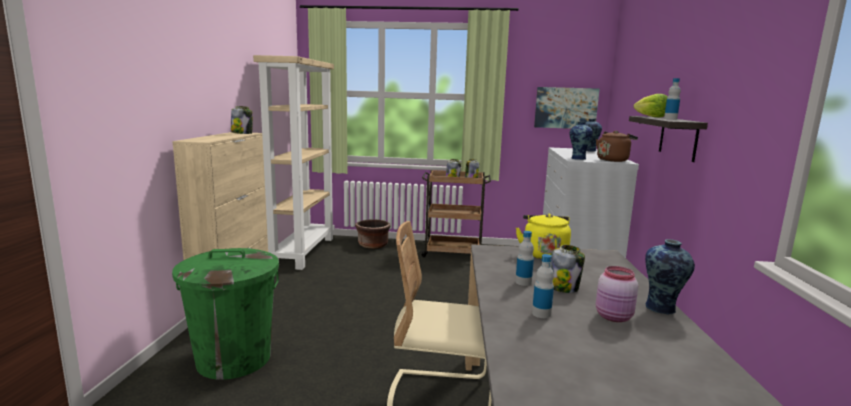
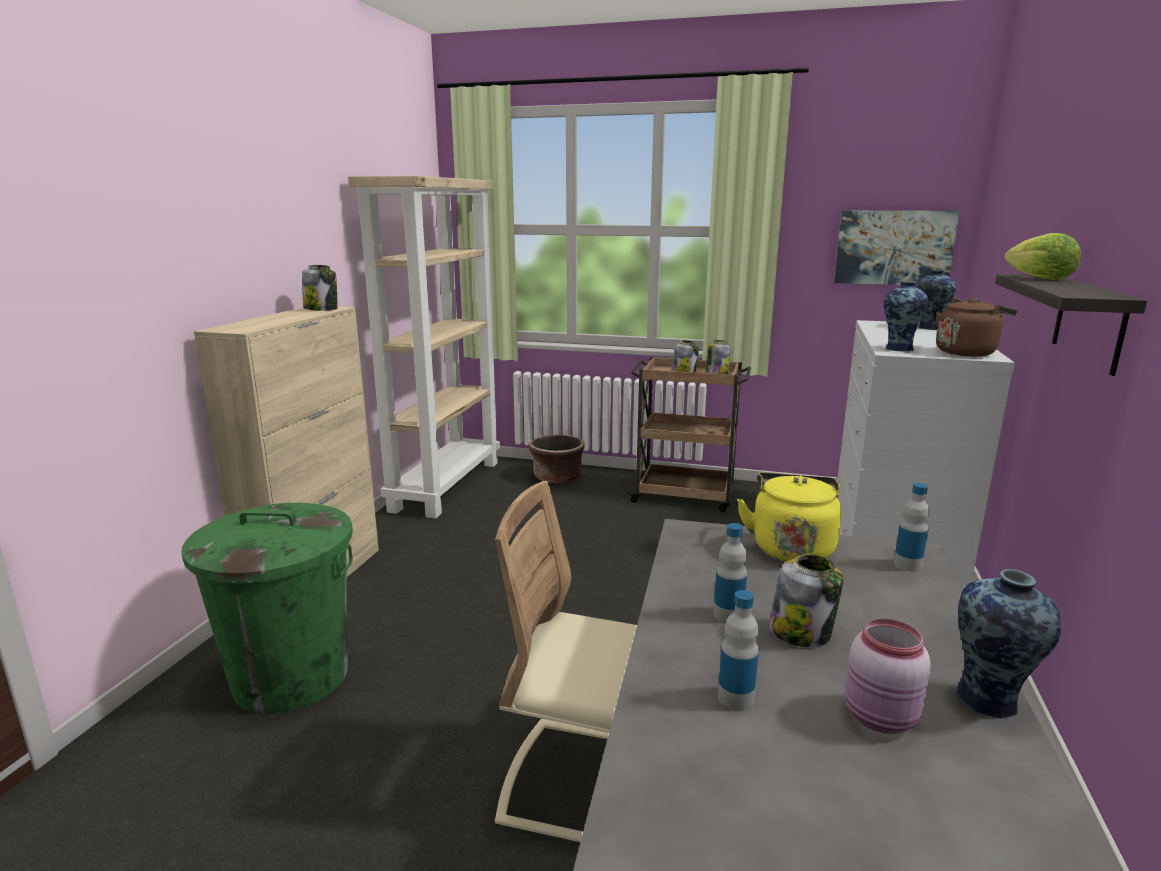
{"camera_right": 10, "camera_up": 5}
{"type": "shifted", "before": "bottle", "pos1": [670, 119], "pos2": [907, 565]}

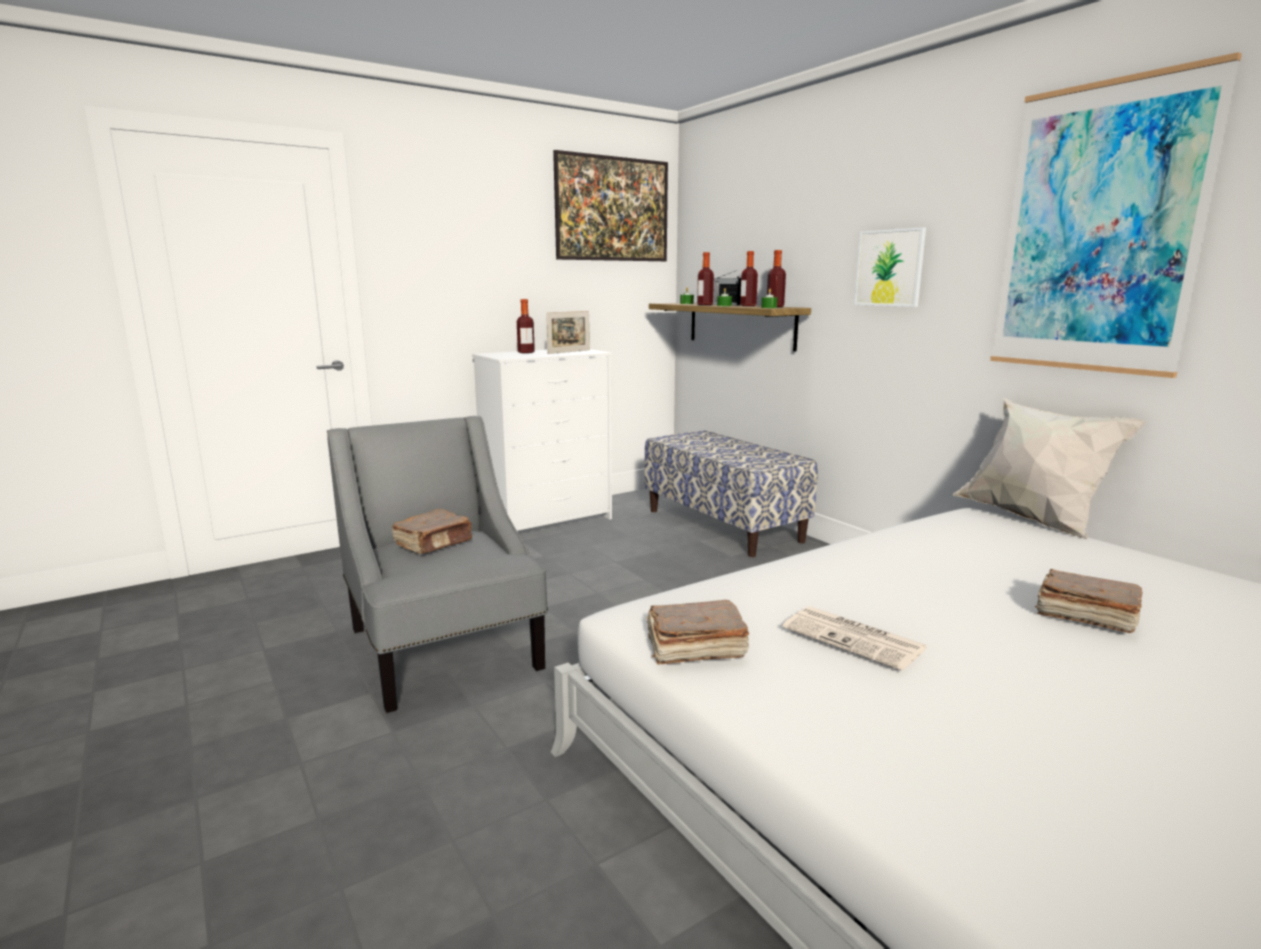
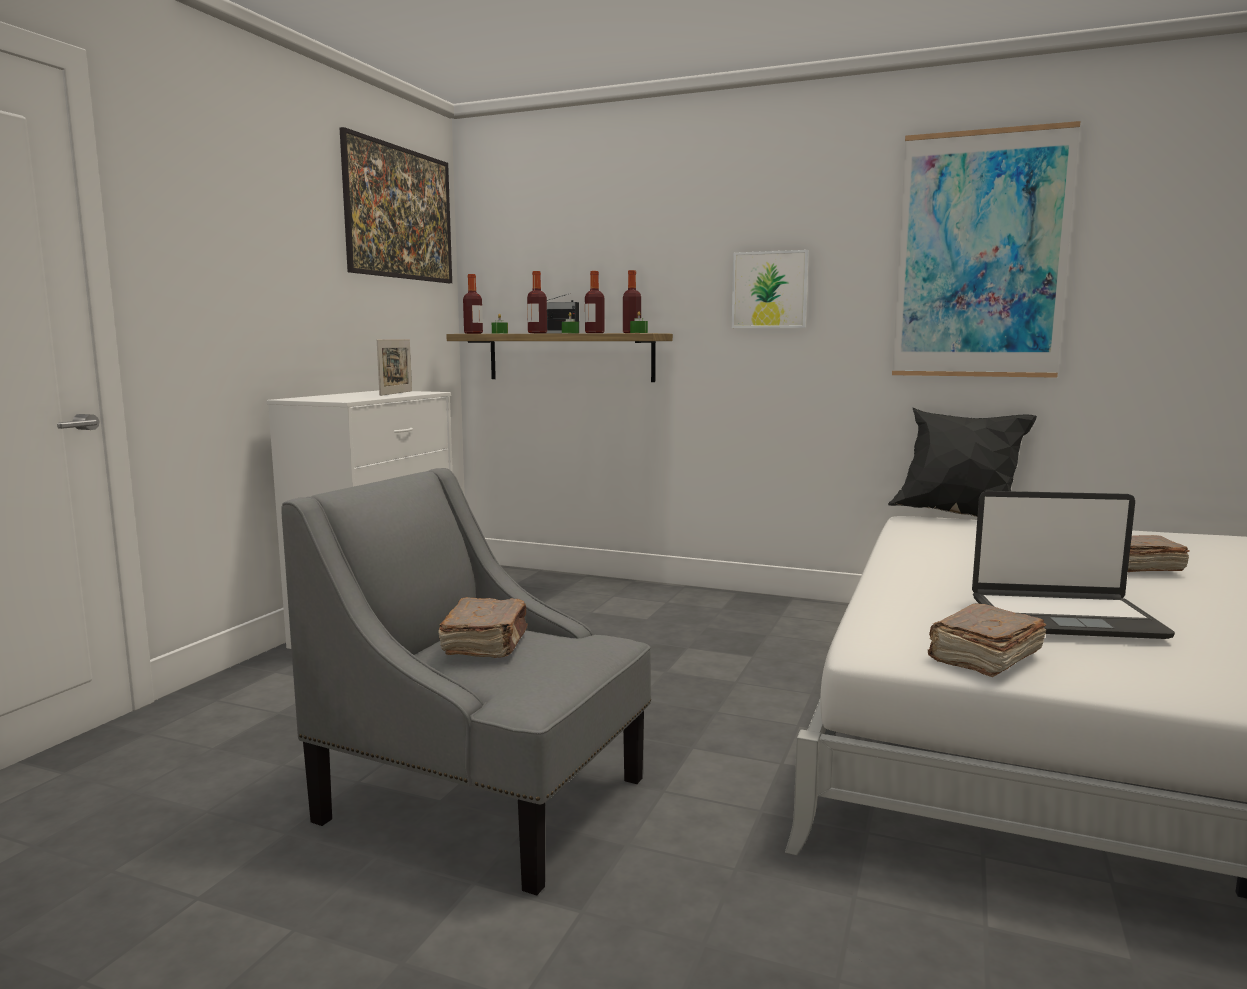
{"camera_right": -35, "camera_up": -5}
{"type": "shifted", "before": "bottle", "pos1": [526, 352], "pos2": [473, 333]}
{"type": "repainted", "before": "white pillow", "after": "black pillow", "pos1": [1031, 520], "pos2": [958, 516]}
{"type": "gone", "before": "bench", "pos1": [723, 525]}
{"type": "swapped", "before": "newspaper", "after": "laptop", "pos1": [855, 638], "pos2": [1064, 617]}

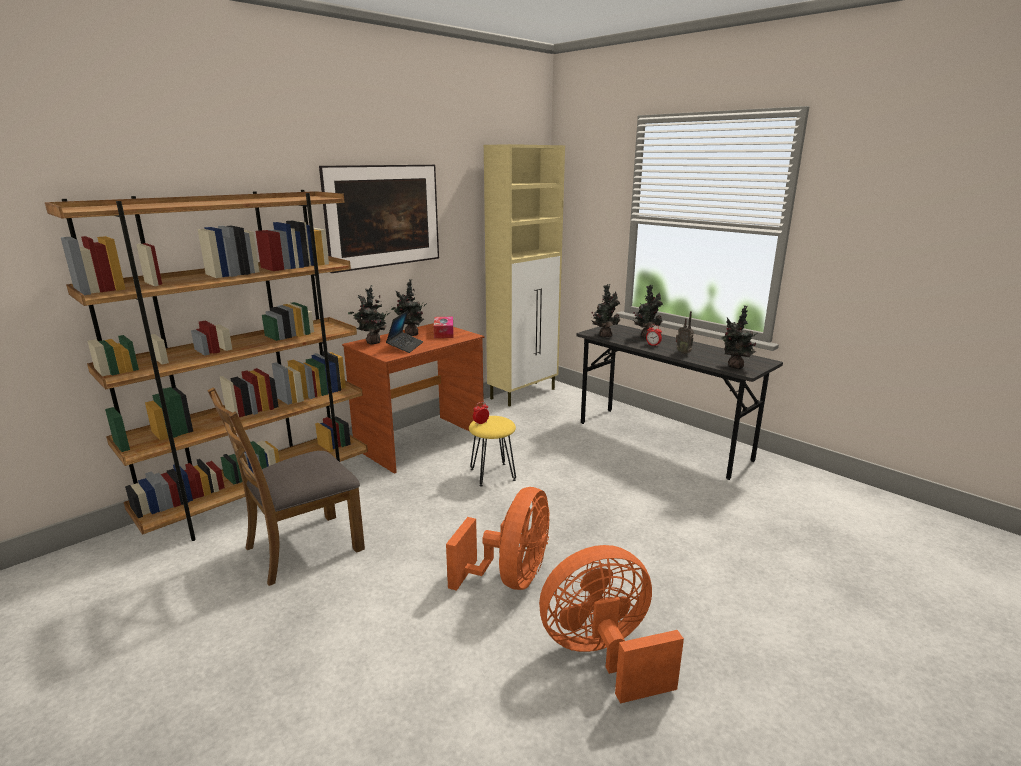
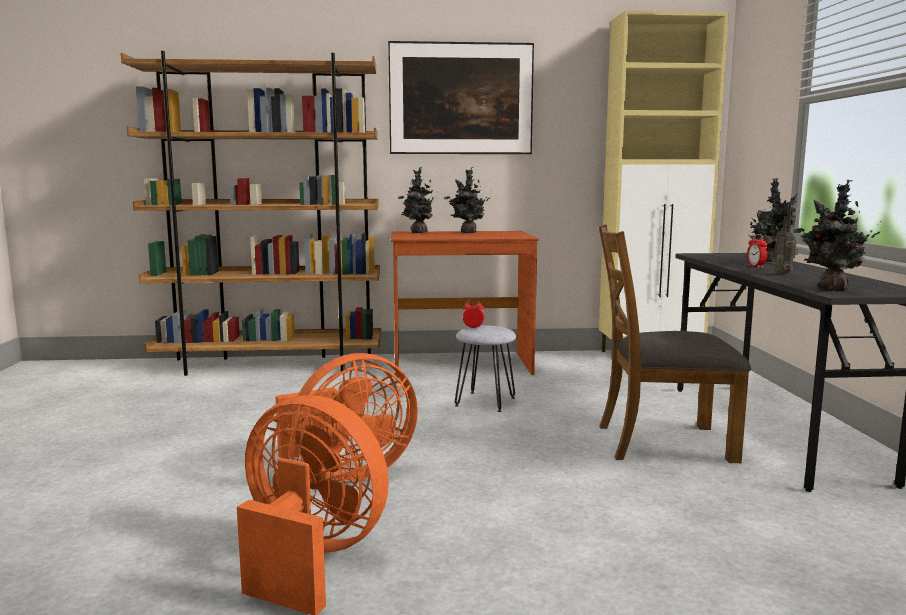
{"camera_right": 40, "camera_up": -10}
{"type": "gone", "before": "potted plant", "pos1": [604, 335]}
{"type": "gone", "before": "laptop", "pos1": [405, 346]}
{"type": "gone", "before": "tissue box", "pos1": [444, 333]}
{"type": "shifted", "before": "brown chair", "pos1": [302, 548], "pos2": [663, 442]}
{"type": "repainted", "before": "yellow stool", "after": "grey stool", "pos1": [492, 474], "pos2": [485, 402]}

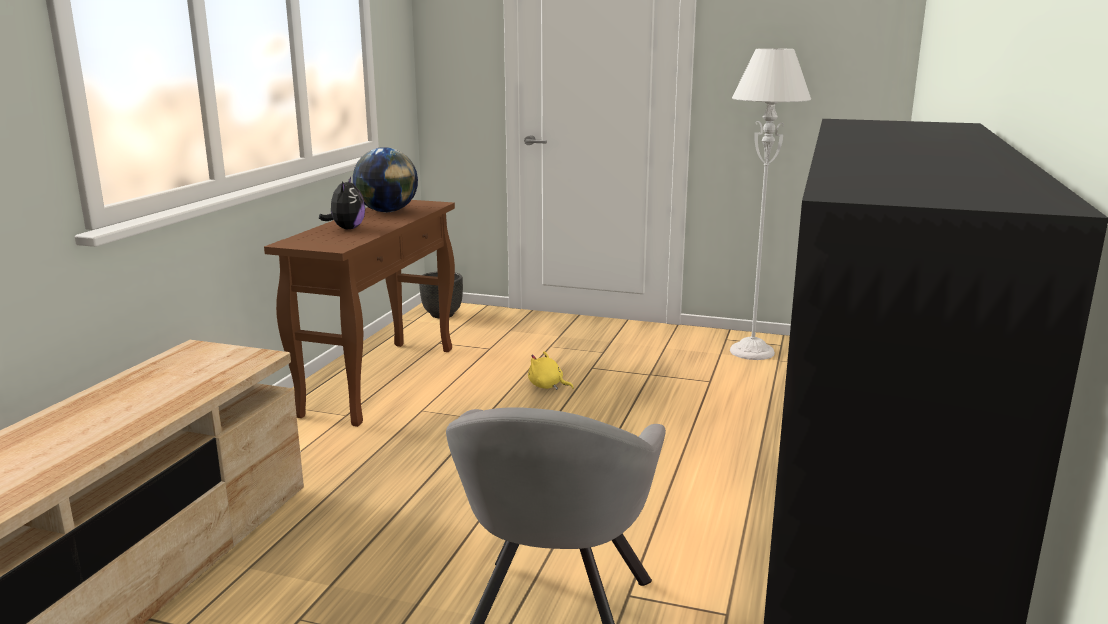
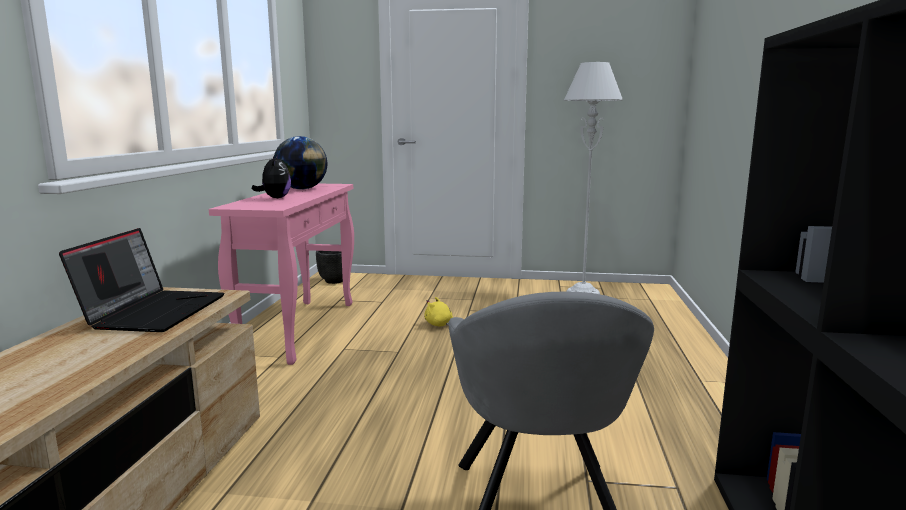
{"camera_right": -10, "camera_up": -5}
{"type": "repainted", "before": "brown console table", "after": "pink console table", "pos1": [380, 380], "pos2": [300, 328]}
{"type": "new", "after": "laptop", "pos2": [154, 311]}

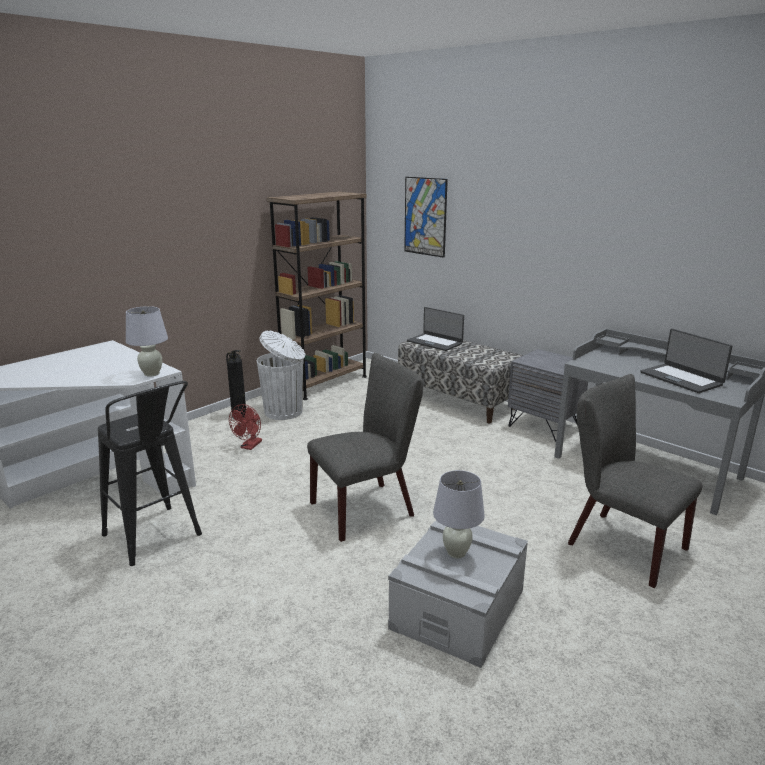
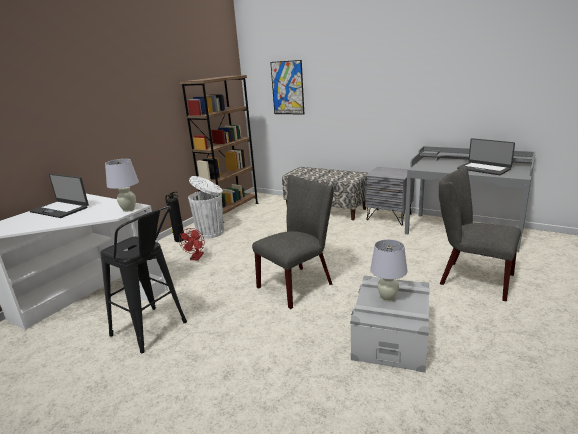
{"camera_right": -10, "camera_up": 0}
{"type": "shifted", "before": "laptop", "pos1": [435, 342], "pos2": [60, 209]}

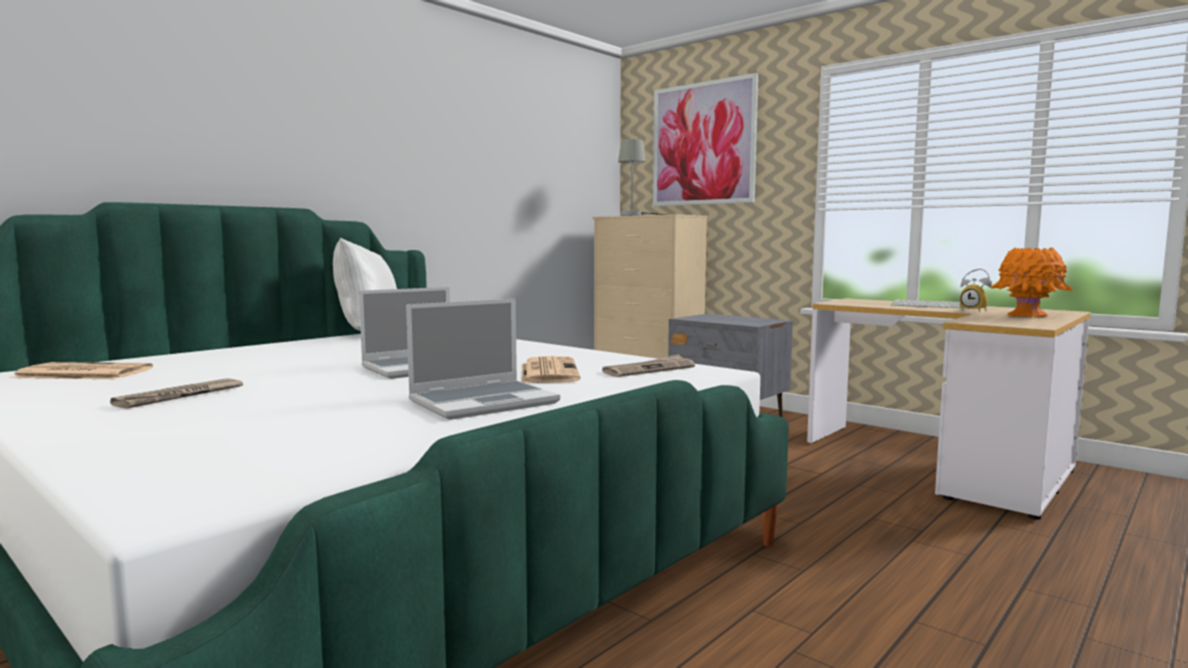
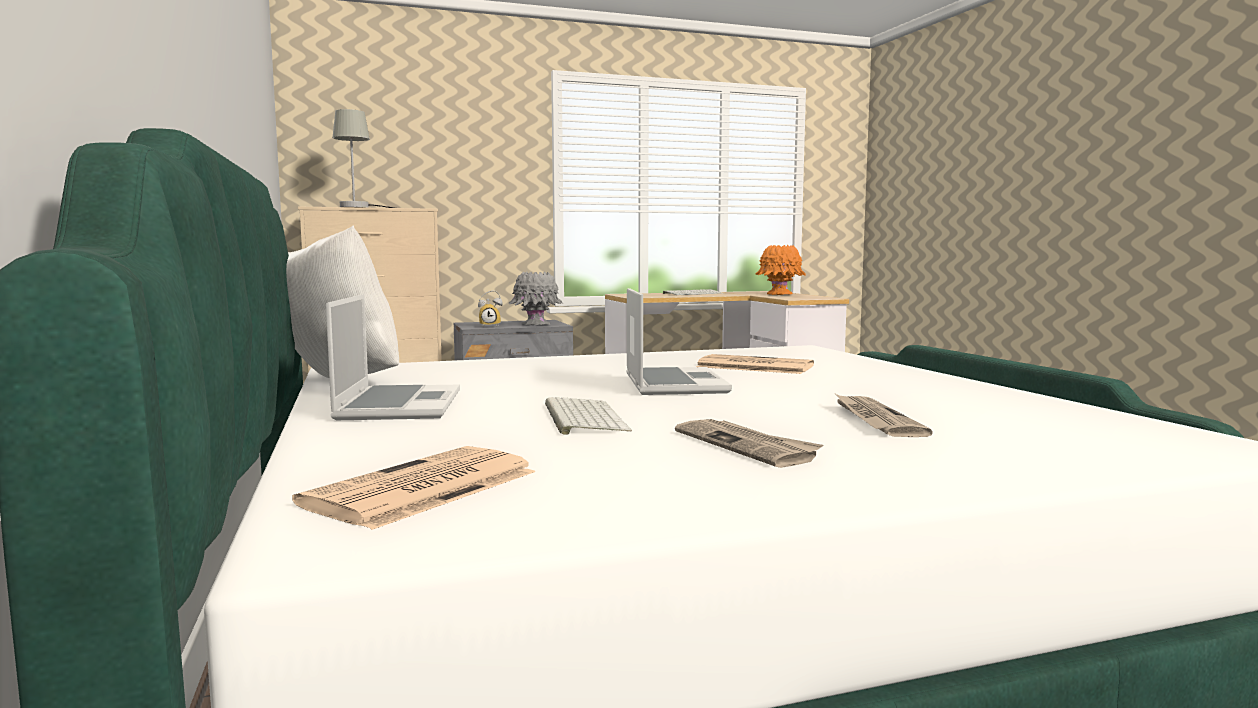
{"camera_right": -60, "camera_up": 0}
{"type": "gone", "before": "picture", "pos1": [703, 144]}
{"type": "shifted", "before": "alarm clock", "pos1": [975, 311], "pos2": [490, 326]}
{"type": "shifted", "before": "laptop", "pos1": [484, 402], "pos2": [398, 406]}
{"type": "shifted", "before": "newspaper", "pos1": [649, 369], "pos2": [875, 420]}
{"type": "new", "after": "grey vase", "pos2": [536, 324]}
{"type": "new", "after": "keyboard", "pos2": [582, 417]}

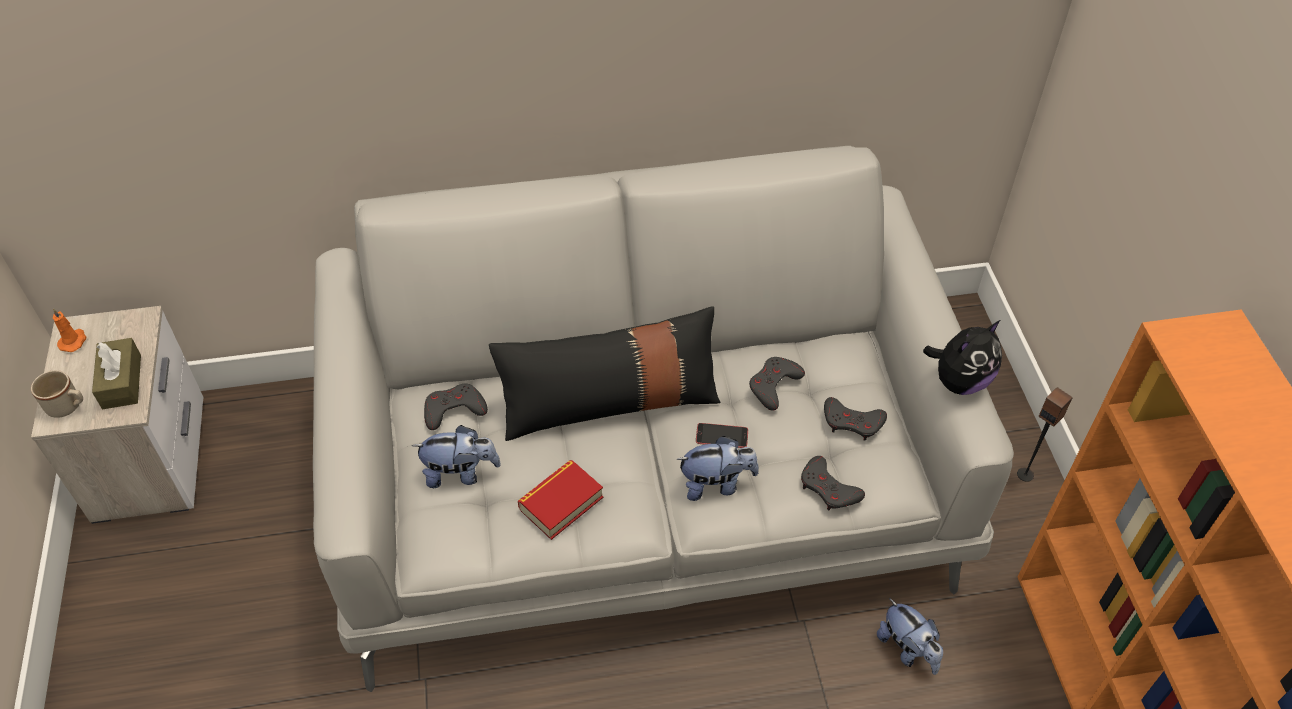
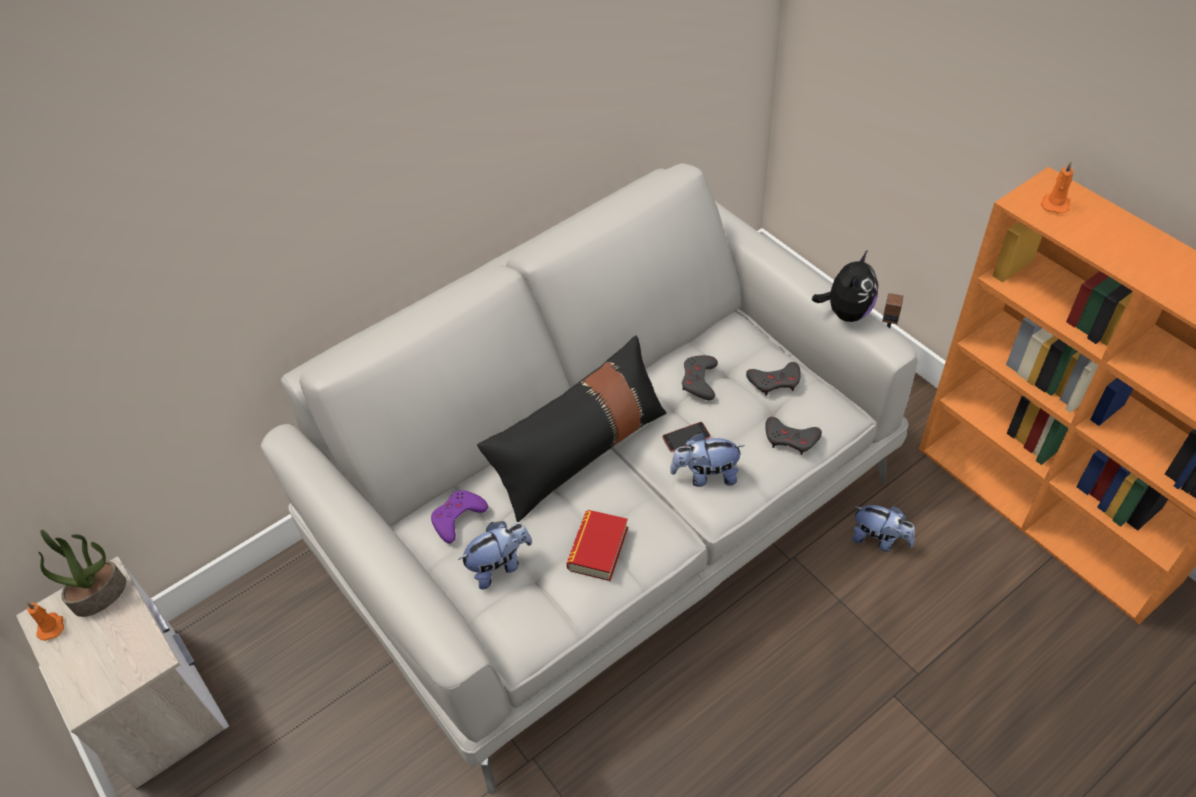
{"camera_right": -25, "camera_up": 0}
{"type": "gone", "before": "brown tissue box", "pos1": [122, 382]}
{"type": "gone", "before": "beige mug", "pos1": [68, 407]}
{"type": "repainted", "before": "grey game controller", "after": "purple game controller", "pos1": [454, 410], "pos2": [457, 518]}
{"type": "rotated", "before": "plush toy", "pos1": [716, 484], "pos2": [706, 475], "turn": -150}
{"type": "new", "after": "orange candle", "pos2": [1055, 204]}
{"type": "new", "after": "potted plant", "pos2": [100, 594]}

